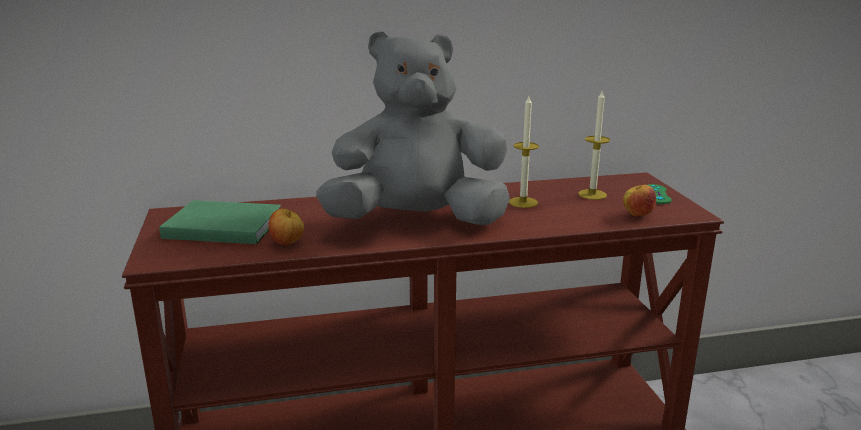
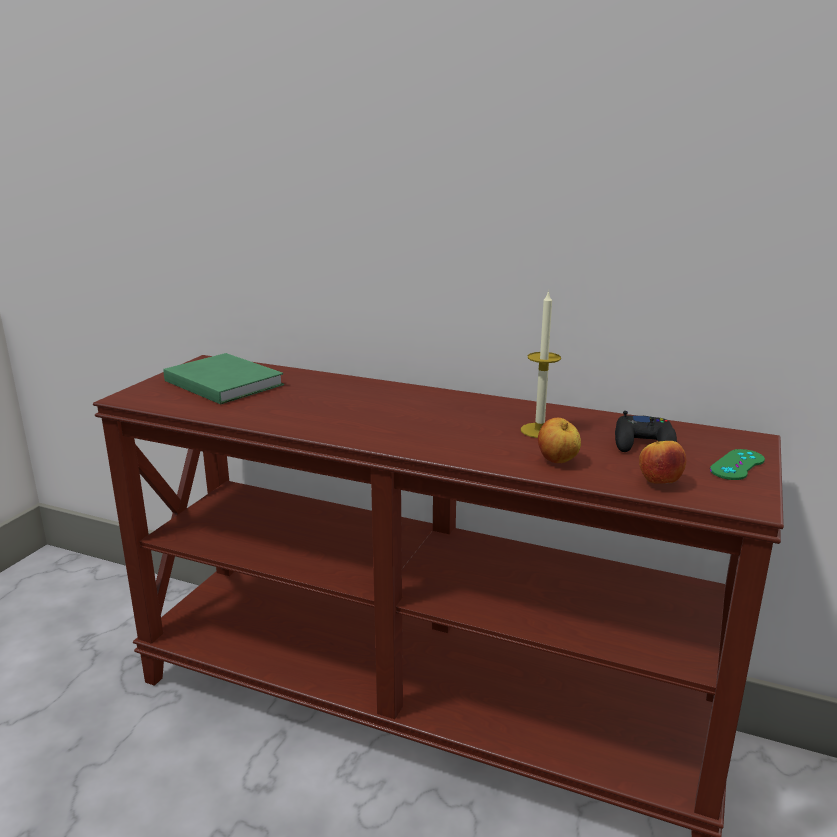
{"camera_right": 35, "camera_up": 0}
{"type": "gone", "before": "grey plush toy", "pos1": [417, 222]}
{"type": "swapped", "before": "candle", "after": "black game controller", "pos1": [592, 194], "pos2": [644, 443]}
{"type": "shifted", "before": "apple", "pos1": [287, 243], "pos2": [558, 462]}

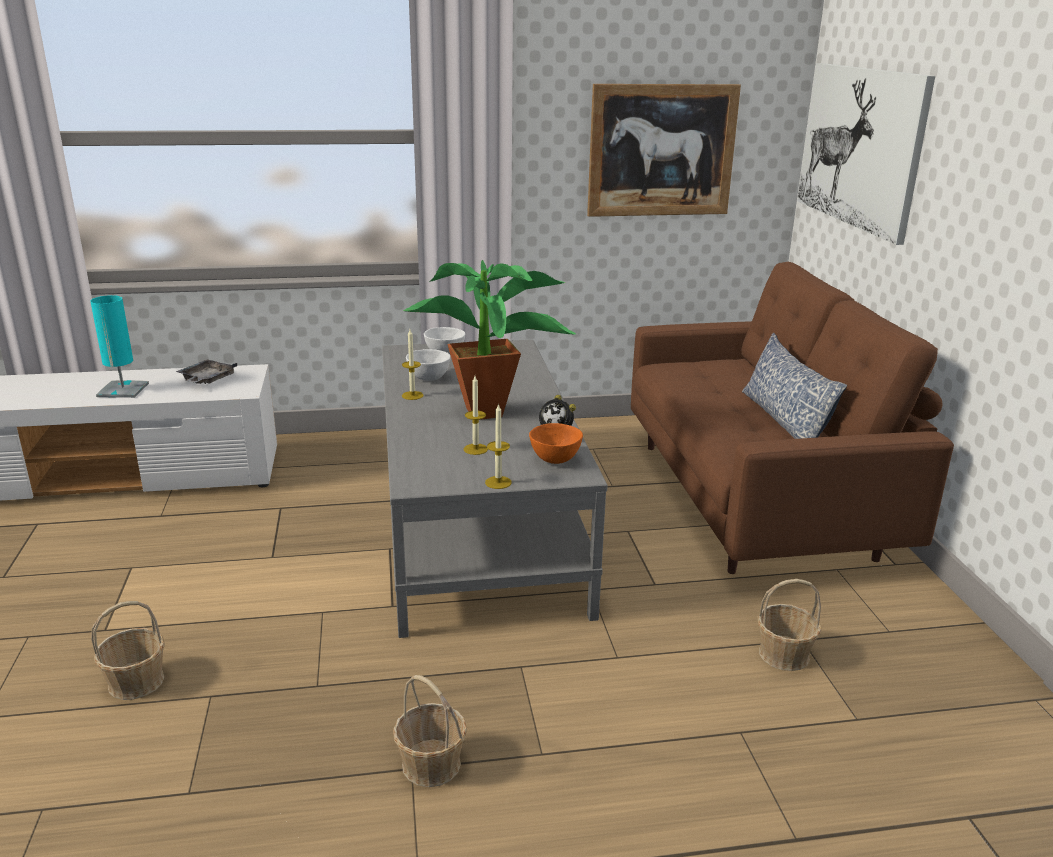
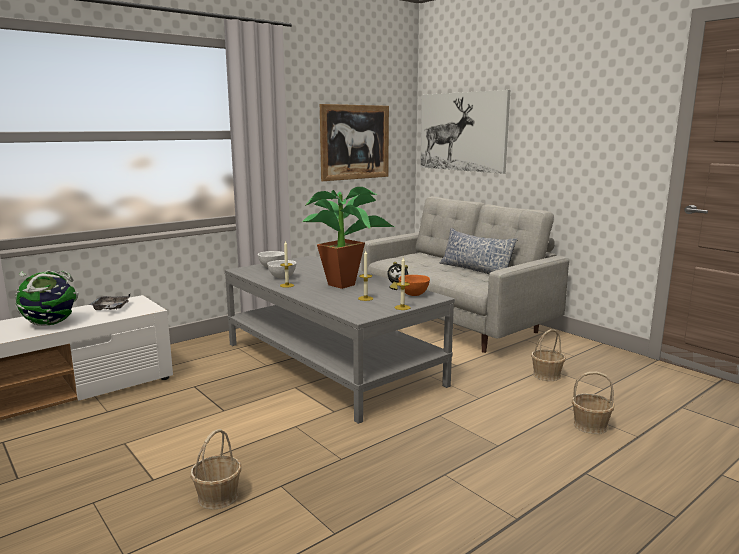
{"camera_right": -30, "camera_up": -10}
{"type": "repainted", "before": "brown sofa", "after": "grey sofa", "pos1": [754, 499], "pos2": [456, 322]}
{"type": "swapped", "before": "turquoise table lamp", "after": "globe", "pos1": [123, 390], "pos2": [51, 324]}
{"type": "shifted", "before": "basket", "pos1": [431, 765], "pos2": [590, 426]}

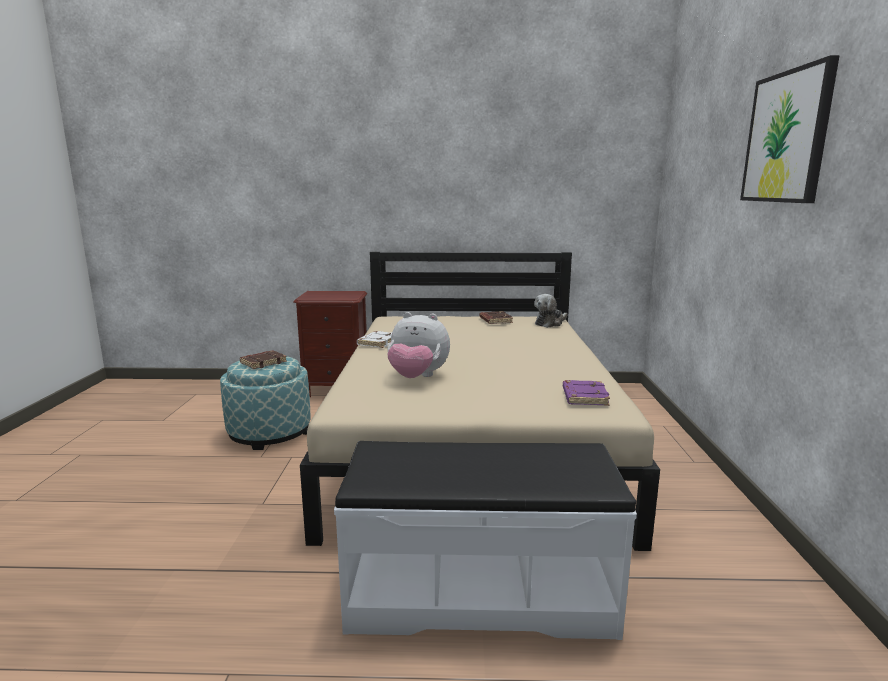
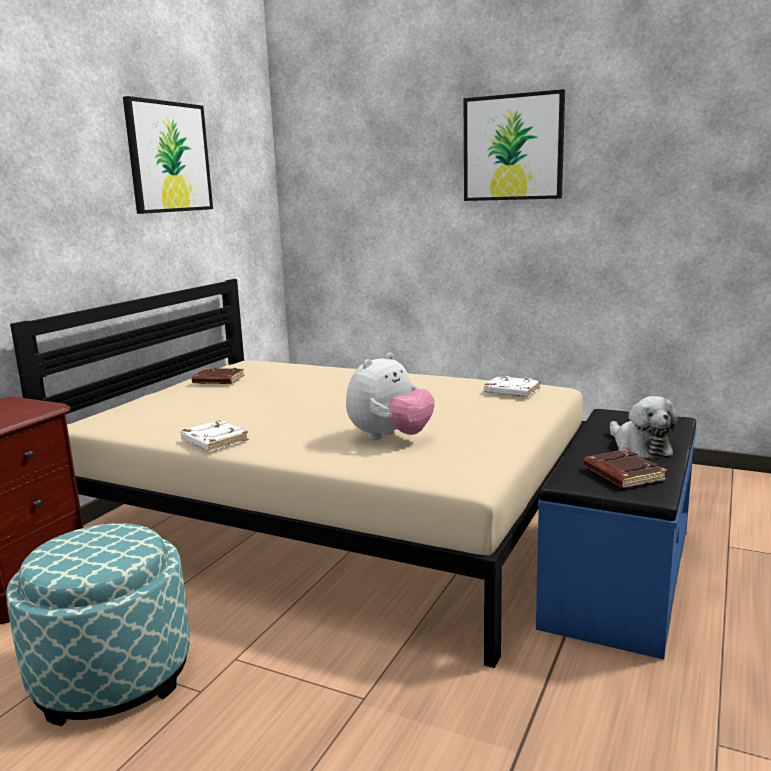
{"camera_right": -65, "camera_up": 0}
{"type": "shifted", "before": "plush toy", "pos1": [550, 323], "pos2": [639, 447]}
{"type": "shifted", "before": "brown book", "pos1": [263, 362], "pos2": [621, 474]}
{"type": "repainted", "before": "purple book", "after": "white book", "pos1": [584, 397], "pos2": [511, 391]}
{"type": "repainted", "before": "white bench", "after": "blue bench", "pos1": [479, 592], "pos2": [617, 575]}
{"type": "new", "after": "picture", "pos2": [168, 157]}

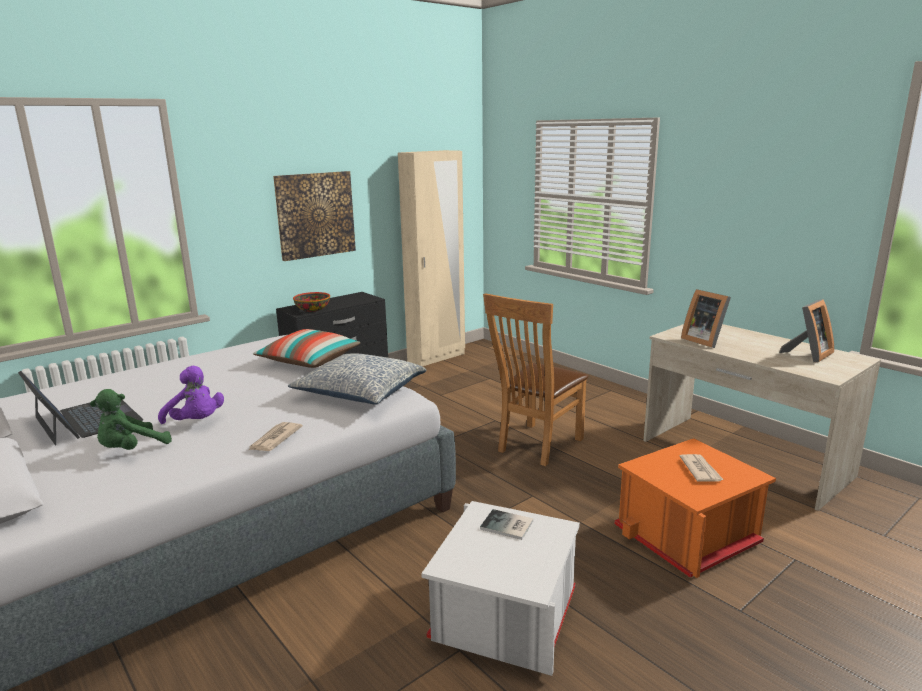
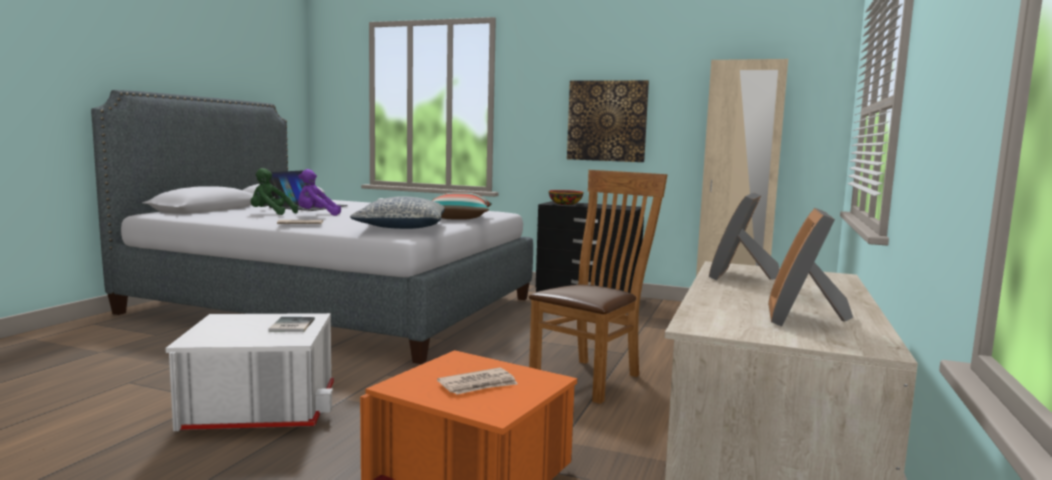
{"camera_right": 60, "camera_up": -10}
{"type": "rotated", "before": "brown chair", "pos1": [536, 446], "pos2": [591, 377], "turn": 120}
{"type": "rotated", "before": "picture frame", "pos1": [808, 355], "pos2": [804, 318], "turn": 90}
{"type": "rotated", "before": "purple plush toy", "pos1": [196, 422], "pos2": [316, 215], "turn": 75}

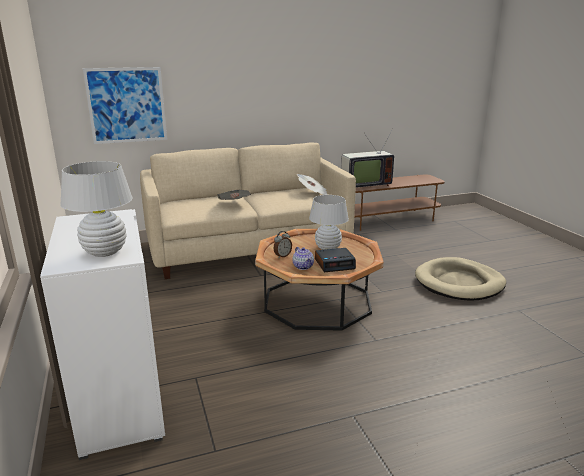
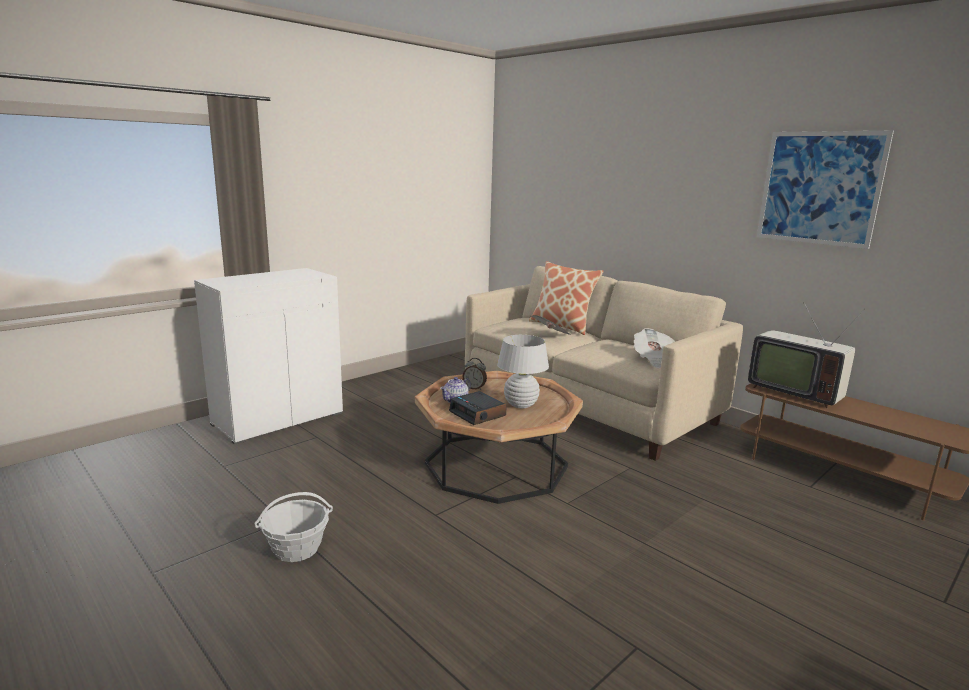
{"camera_right": 65, "camera_up": -5}
{"type": "shifted", "before": "picture", "pos1": [127, 105], "pos2": [819, 188]}
{"type": "gone", "before": "white table lamp", "pos1": [104, 252]}
{"type": "gone", "before": "beige dog bed", "pos1": [459, 283]}
{"type": "new", "after": "pillow", "pos2": [562, 326]}
{"type": "new", "after": "basket", "pos2": [297, 549]}

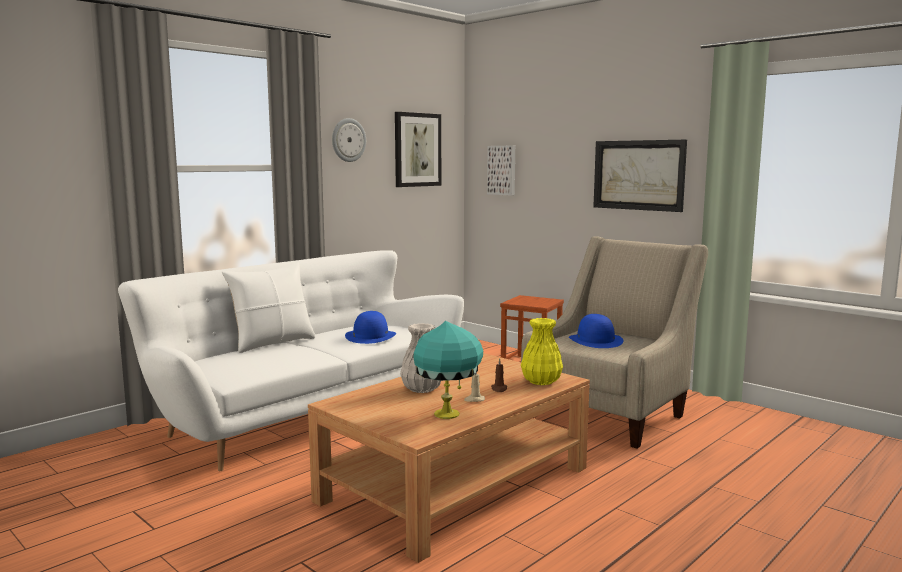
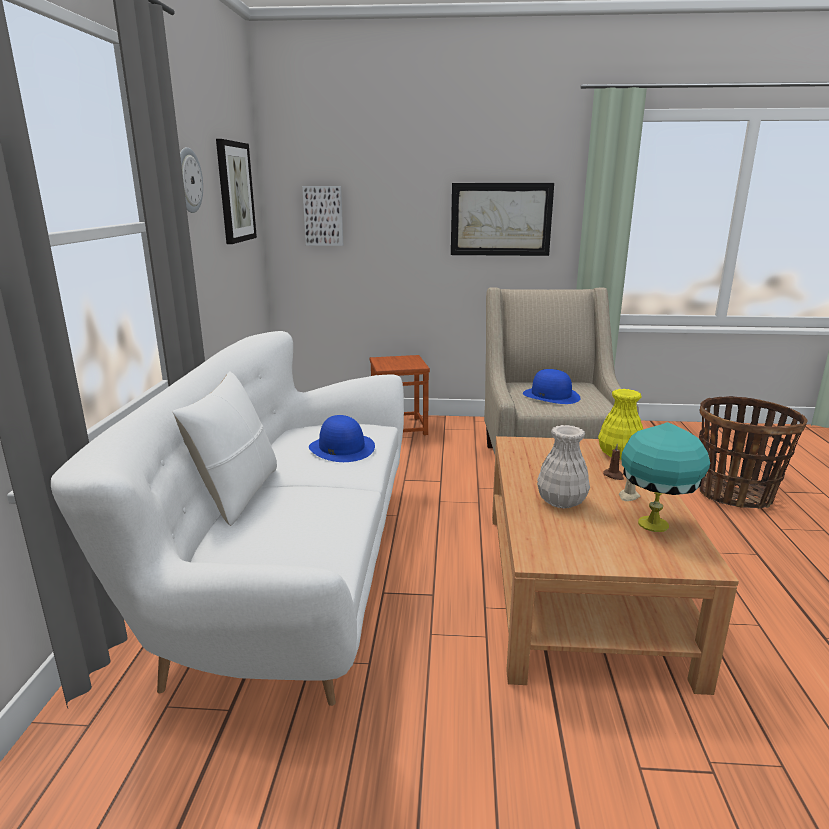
{"camera_right": -40, "camera_up": 10}
{"type": "new", "after": "basket", "pos2": [735, 494]}

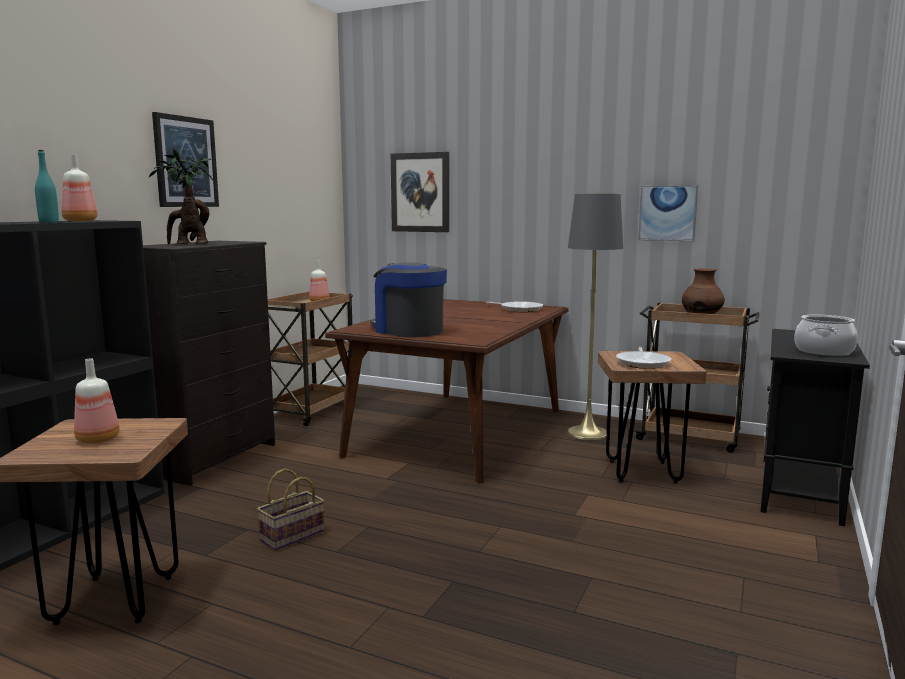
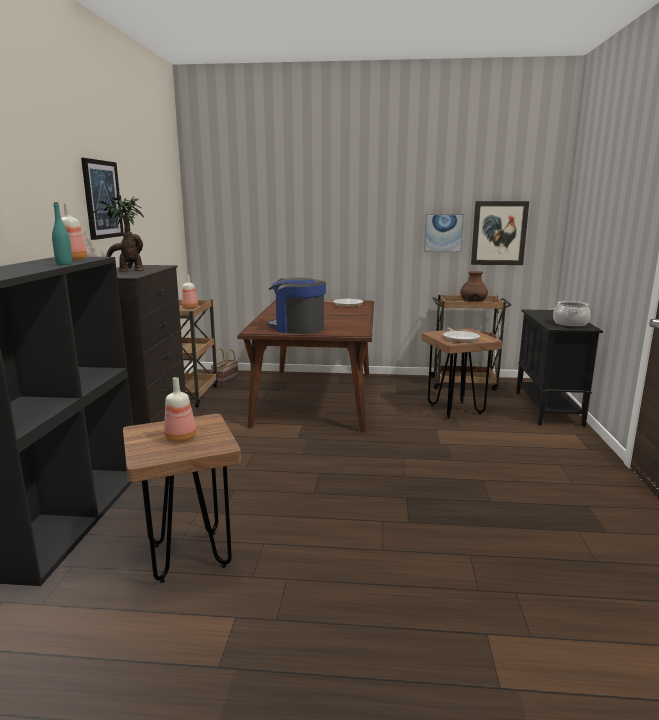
{"camera_right": -20, "camera_up": 5}
{"type": "shifted", "before": "picture", "pos1": [420, 192], "pos2": [499, 233]}
{"type": "gone", "before": "grey floor lamp", "pos1": [587, 433]}
{"type": "shifted", "before": "basket", "pos1": [291, 536], "pos2": [225, 377]}

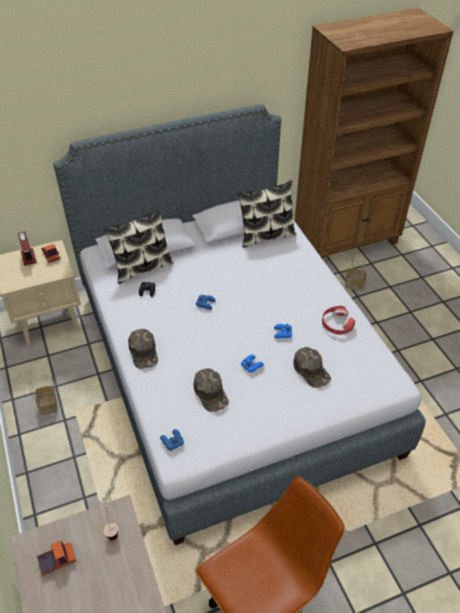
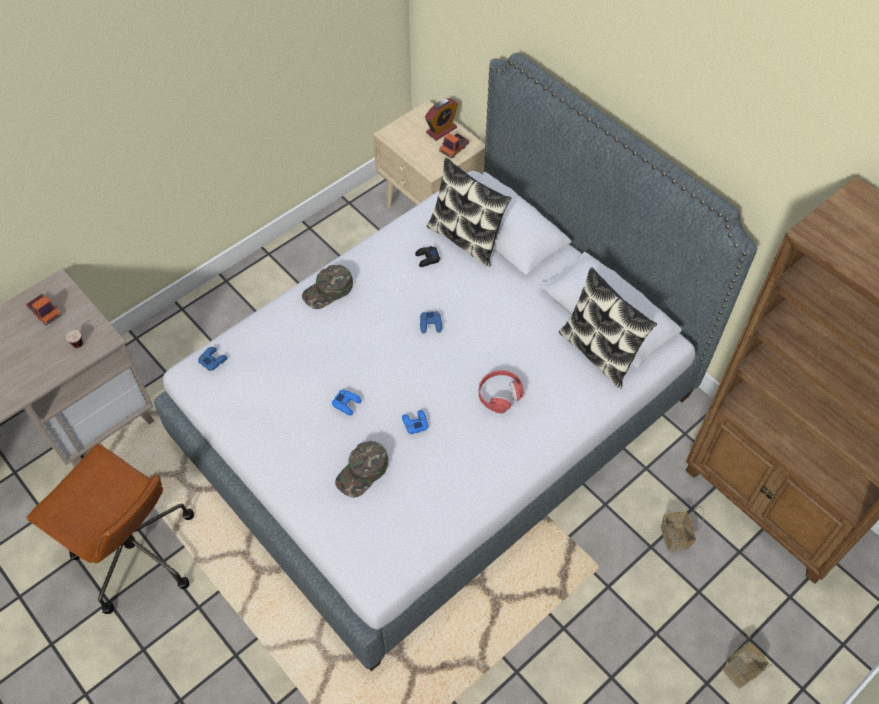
{"camera_right": 70, "camera_up": 10}
{"type": "shifted", "before": "red headphones", "pos1": [337, 324], "pos2": [499, 394]}
{"type": "gone", "before": "green cap", "pos1": [211, 393]}
{"type": "shifted", "before": "basket", "pos1": [49, 406], "pos2": [741, 671]}

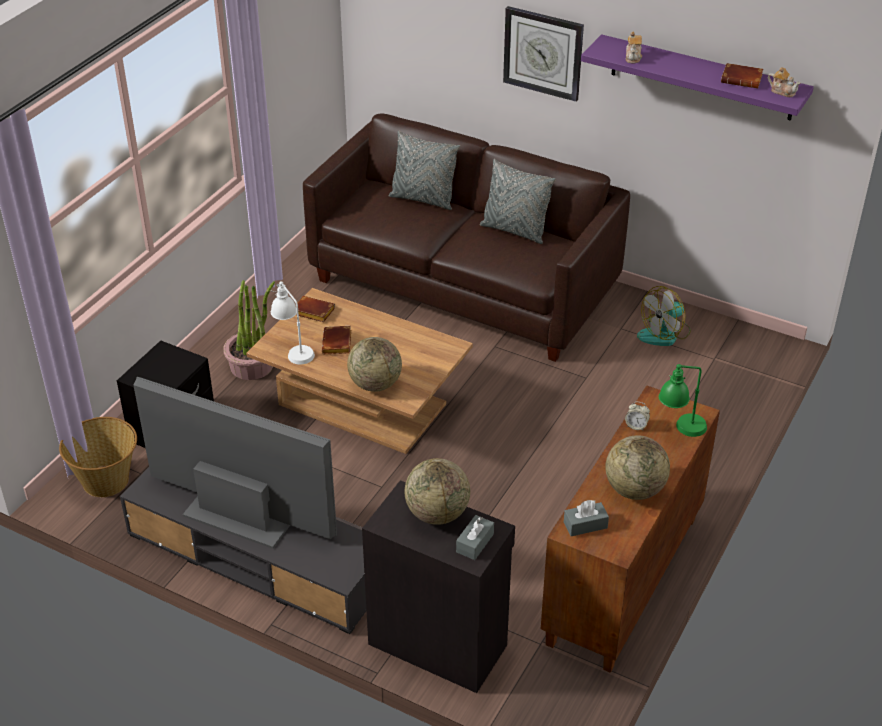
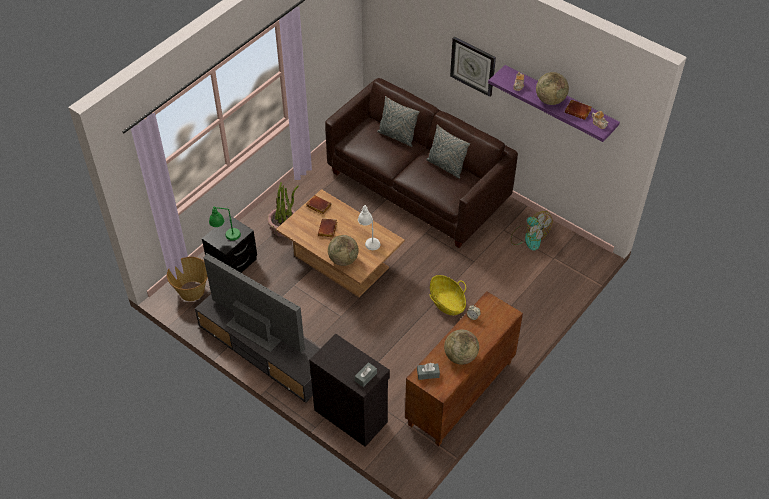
{"camera_right": 10, "camera_up": 10}
{"type": "shifted", "before": "white table lamp", "pos1": [293, 350], "pos2": [368, 240]}
{"type": "rotated", "before": "fan", "pos1": [664, 334], "pos2": [529, 237], "turn": -105}
{"type": "shifted", "before": "green table lamp", "pos1": [680, 430], "pos2": [226, 236]}
{"type": "shifted", "before": "globe", "pos1": [437, 513], "pos2": [550, 100]}
{"type": "new", "after": "basket", "pos2": [447, 302]}

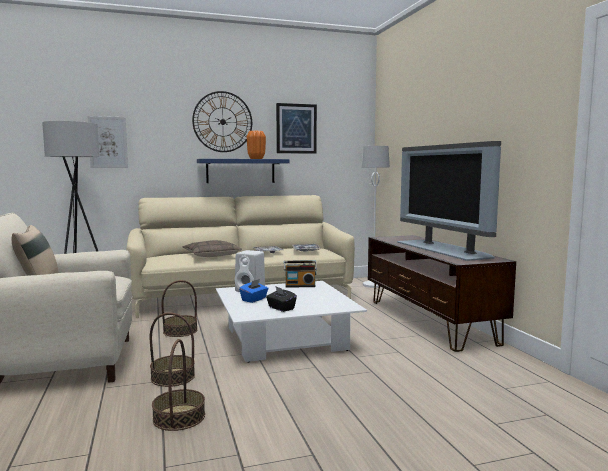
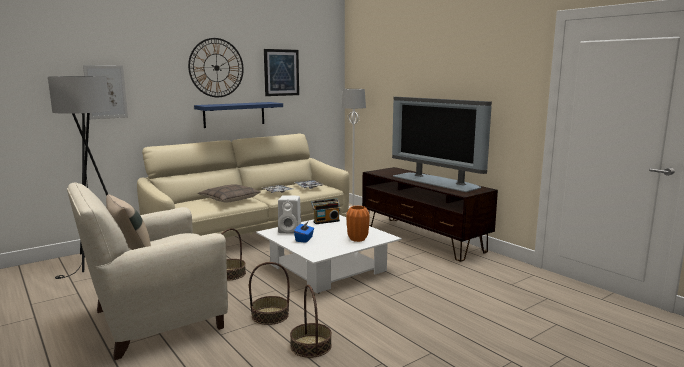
{"camera_right": -20, "camera_up": 5}
{"type": "shifted", "before": "orange vase", "pos1": [256, 159], "pos2": [357, 239]}
{"type": "gone", "before": "black tissue box", "pos1": [281, 308]}

